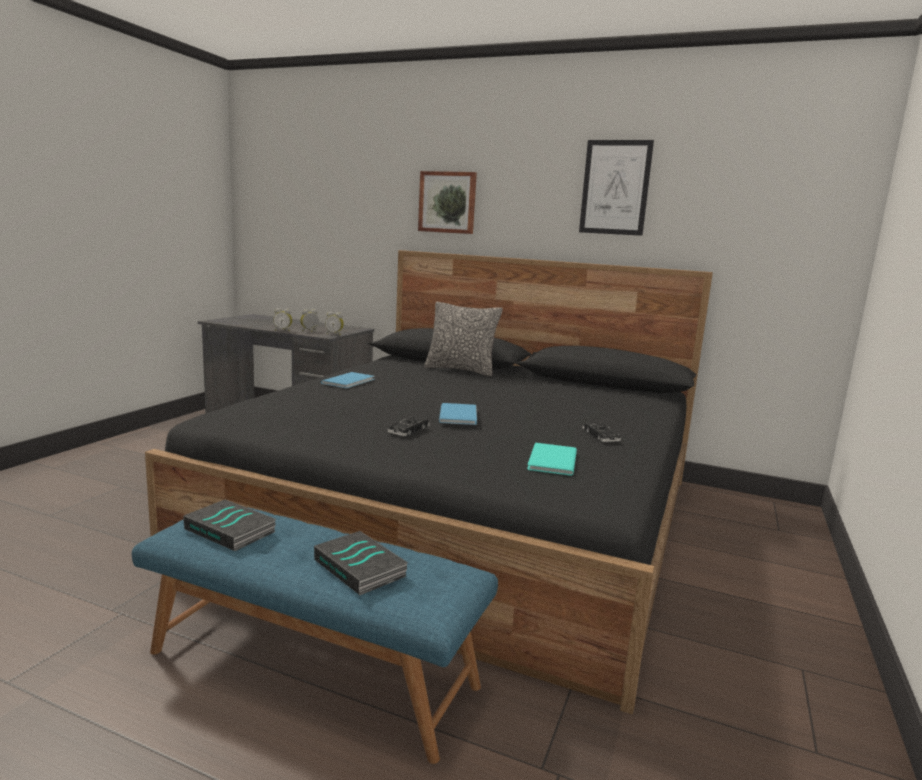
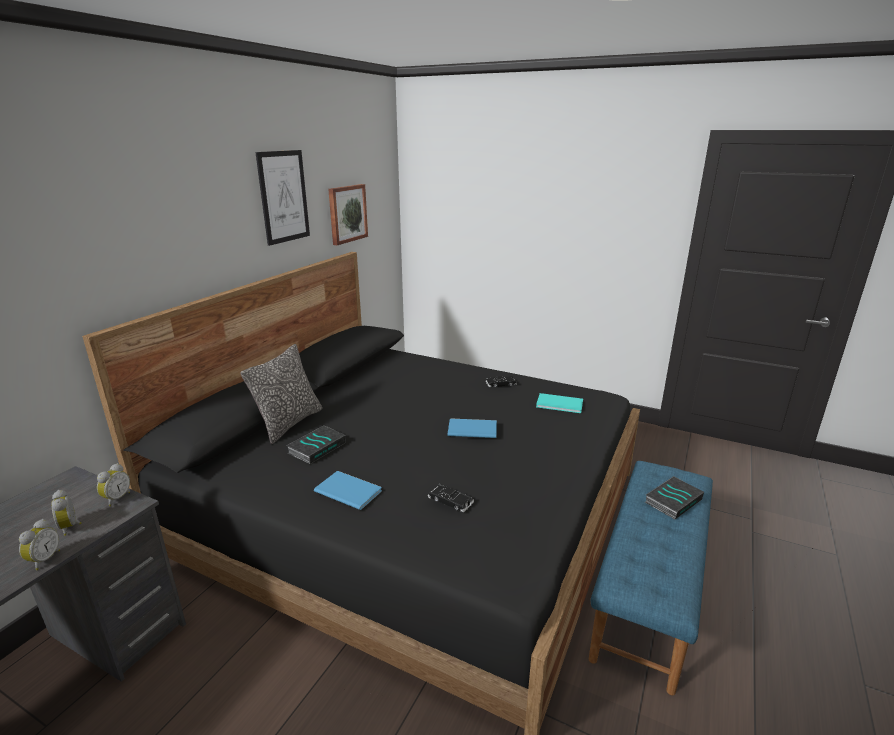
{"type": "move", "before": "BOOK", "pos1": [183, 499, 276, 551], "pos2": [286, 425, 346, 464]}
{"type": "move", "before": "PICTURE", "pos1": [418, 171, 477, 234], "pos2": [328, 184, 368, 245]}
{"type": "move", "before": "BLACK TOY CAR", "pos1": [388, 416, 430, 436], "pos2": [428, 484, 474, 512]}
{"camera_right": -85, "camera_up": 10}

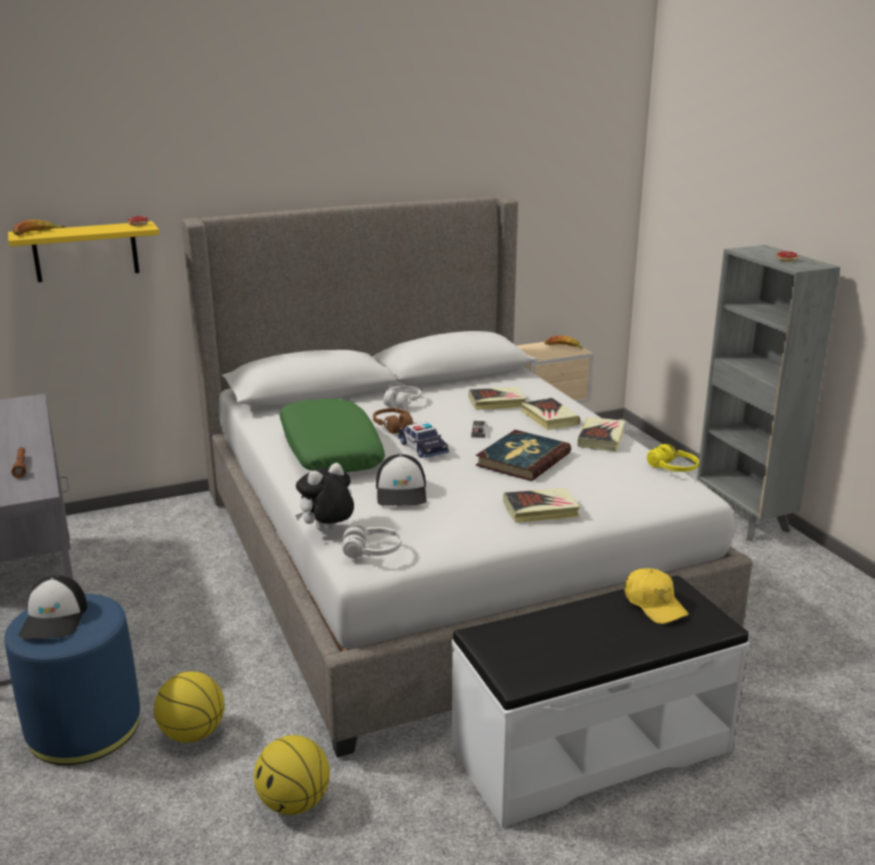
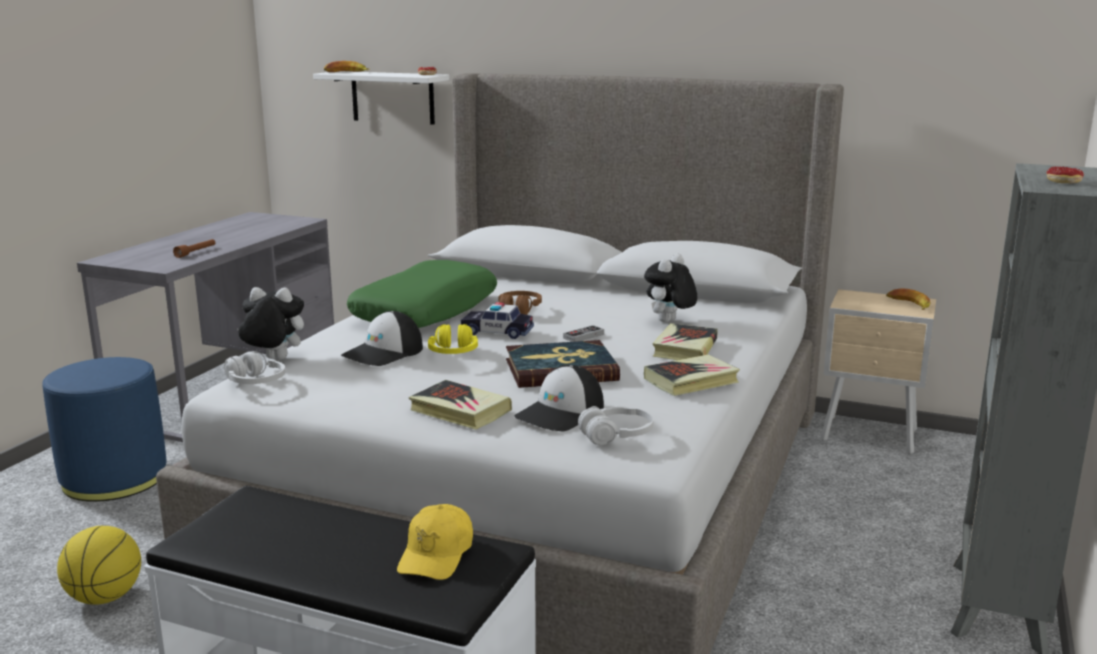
{"type": "recolor", "before": "YELLOW SHELF", "after": "WHITE SHELF", "pos1": [8, 221, 159, 282], "pos2": [313, 71, 449, 125]}
{"type": "move", "before": "YELLOW HEADPHONES", "pos1": [647, 444, 699, 472], "pos2": [428, 324, 478, 354]}
{"type": "rotate", "before": "TOY CAR", "pos1": [398, 422, 449, 458], "pos2": [461, 302, 534, 339], "turn": 90}
{"type": "move", "before": "CAP", "pos1": [19, 575, 87, 639], "pos2": [514, 365, 604, 432]}
{"type": "move", "before": "WHITE HEADPHONES", "pos1": [384, 386, 421, 409], "pos2": [578, 406, 653, 445]}
{"type": "replace", "before": "BOOK", "after": "PLUSH TOY", "pos1": [469, 387, 527, 410], "pos2": [644, 254, 698, 322]}
{"type": "delete", "before": "BASKETBALL", "pos1": [154, 671, 225, 742]}
{"camera_right": 45, "camera_up": -5}

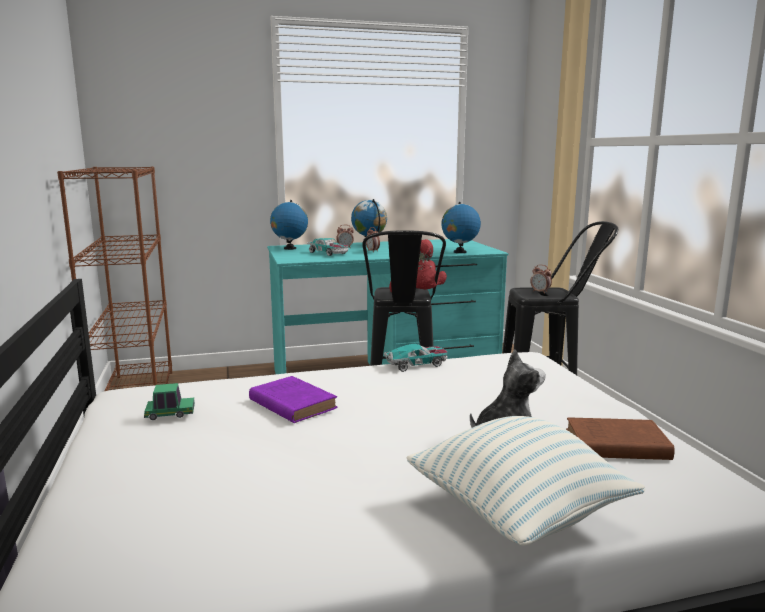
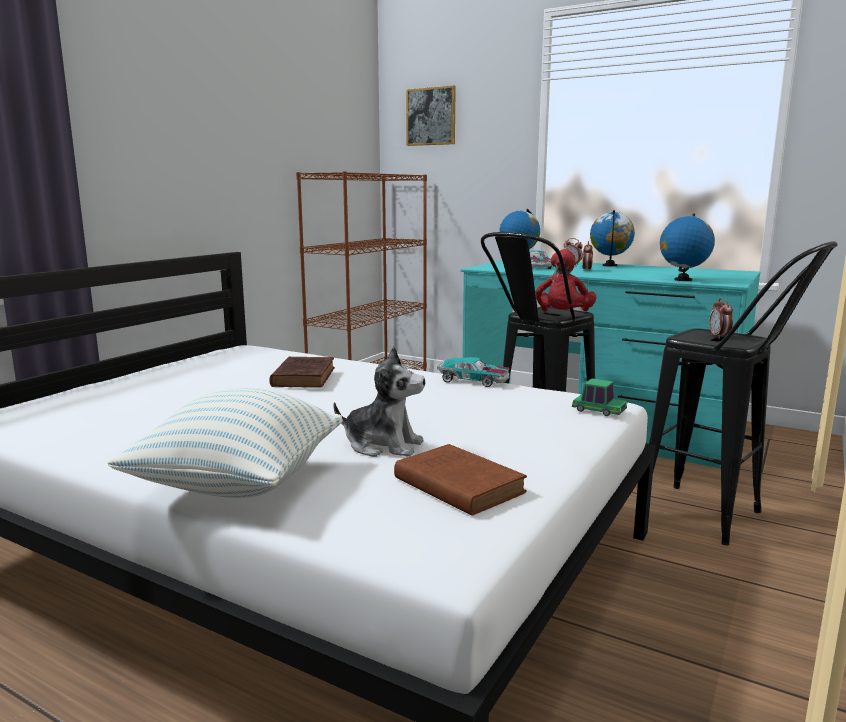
{"type": "recolor", "before": "PURPLE BOOK", "after": "BROWN BOOK", "pos1": [249, 376, 338, 423], "pos2": [269, 357, 335, 388]}
{"type": "insert", "after": "PICTURE", "pos2": [406, 85, 456, 146]}
{"type": "move", "before": "TOY CAR", "pos1": [144, 383, 195, 420], "pos2": [572, 378, 627, 416]}
{"camera_right": 45, "camera_up": 0}

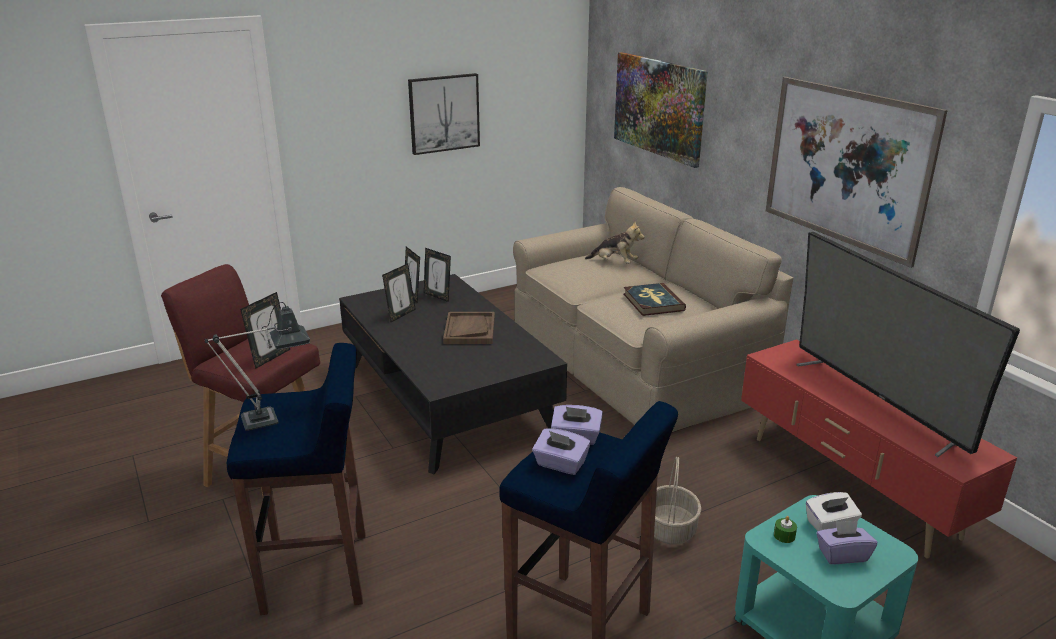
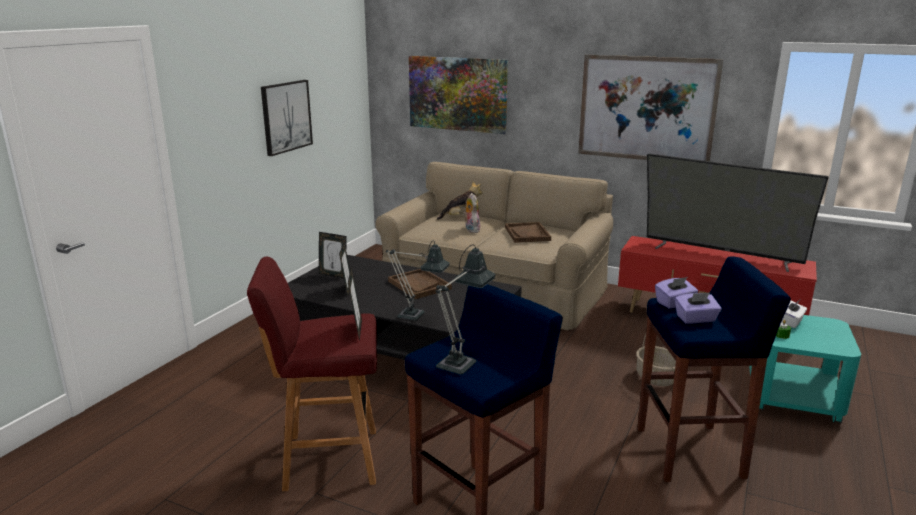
{"type": "insert", "after": "TABLE LAMP", "pos2": [386, 241, 450, 321]}
{"type": "insert", "after": "PLUSH TOY", "pos2": [463, 193, 480, 233]}
{"type": "replace", "before": "BOOK", "after": "BROWN TRAY", "pos1": [623, 283, 686, 316], "pos2": [505, 222, 551, 243]}
{"type": "delete", "before": "PICTURE FRAME", "pos1": [424, 248, 451, 302]}
{"type": "delete", "before": "PURPLE TISSUE BOX", "pos1": [816, 521, 877, 564]}
{"camera_right": -35, "camera_up": -5}

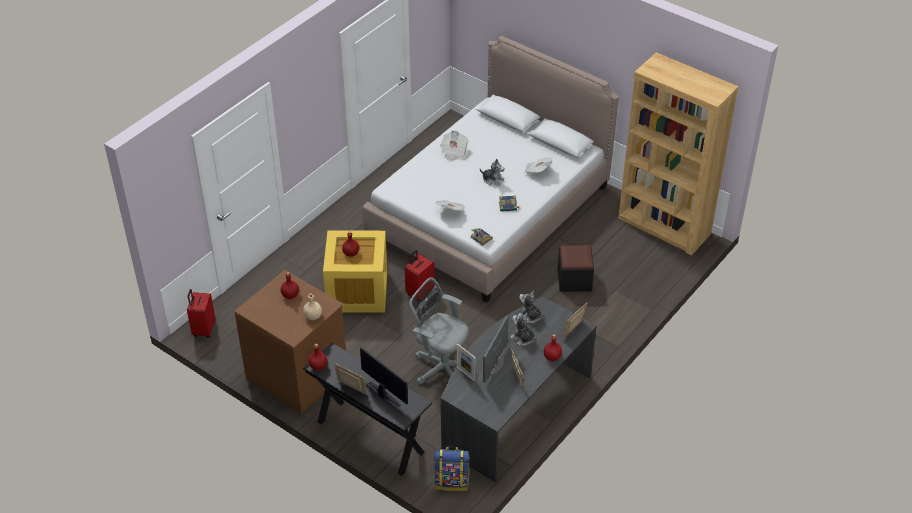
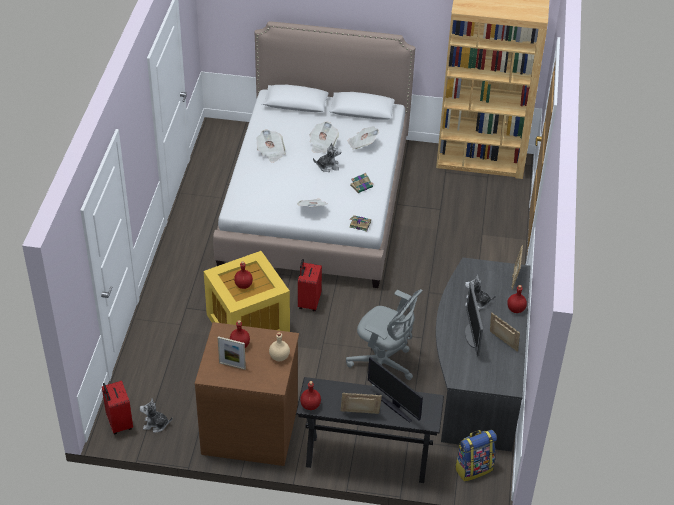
{"type": "move", "before": "PLUSH TOY", "pos1": [517, 290, 545, 323], "pos2": [140, 398, 172, 433]}
{"type": "move", "before": "PICTURE FRAME", "pos1": [457, 344, 476, 381], "pos2": [218, 336, 246, 370]}
{"type": "insert", "after": "NEWSPAPER", "pos2": [309, 121, 339, 153]}
{"type": "rotate", "before": "GREY OFFICE CHAIR", "pos1": [409, 277, 469, 384], "pos2": [346, 289, 422, 386], "turn": -150}
{"type": "rotate", "before": "MONITOR", "pos1": [360, 347, 408, 407], "pos2": [368, 357, 423, 423], "turn": -150}
{"type": "delete", "before": "BLACK OTTOMAN", "pos1": [558, 245, 594, 292]}
{"camera_right": -30, "camera_up": 0}

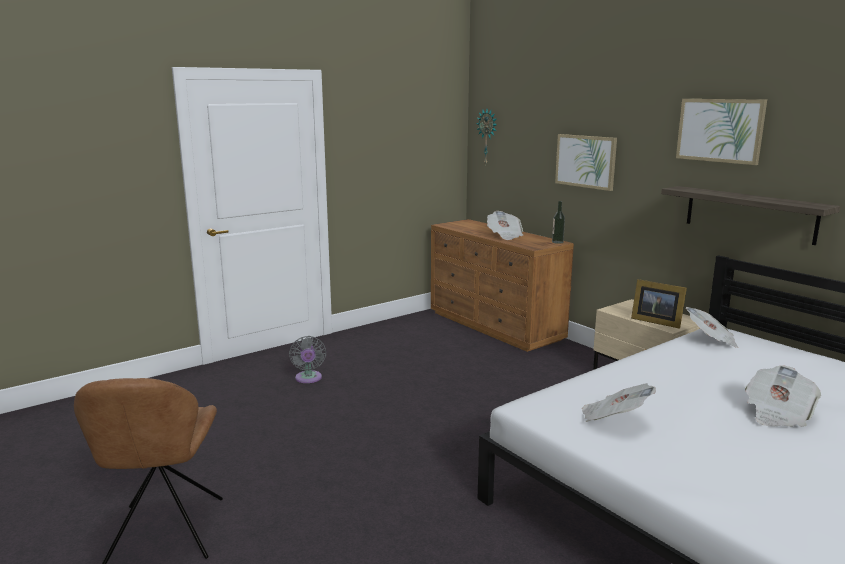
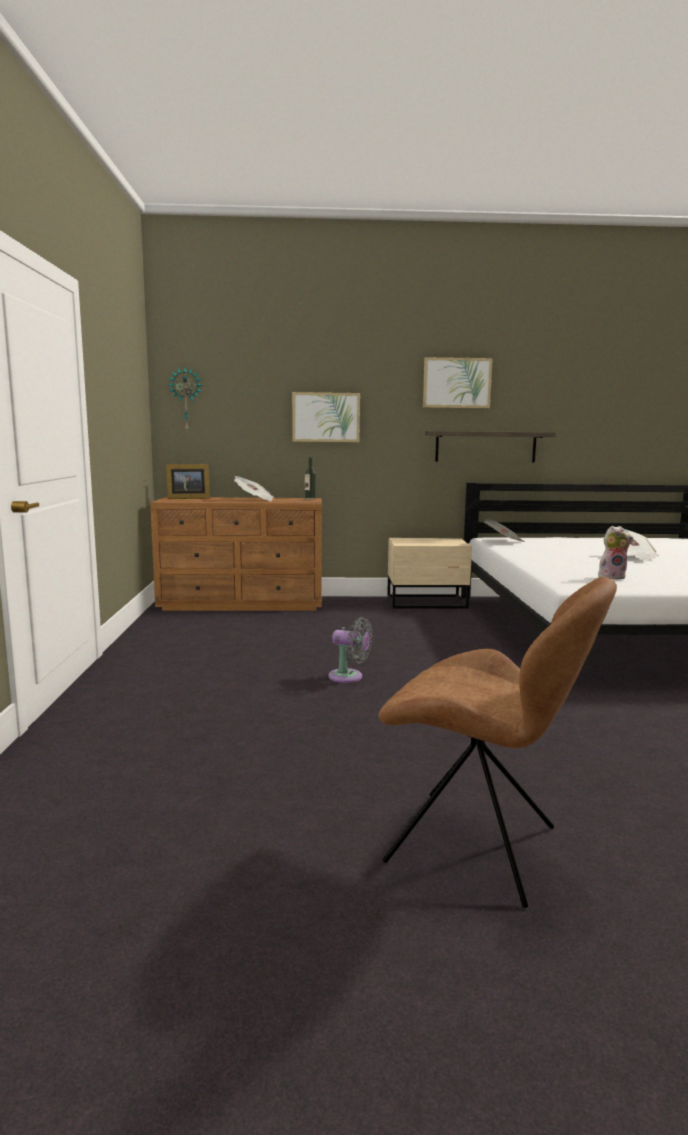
{"type": "move", "before": "PICTURE FRAME", "pos1": [631, 279, 687, 329], "pos2": [166, 464, 210, 499]}
{"type": "move", "before": "GREY FAN", "pos1": [289, 336, 326, 383], "pos2": [329, 617, 372, 683]}
{"type": "replace", "before": "NEWSPAPER", "after": "PLUSH TOY", "pos1": [582, 383, 656, 422], "pos2": [599, 526, 633, 580]}
{"camera_right": -55, "camera_up": -5}

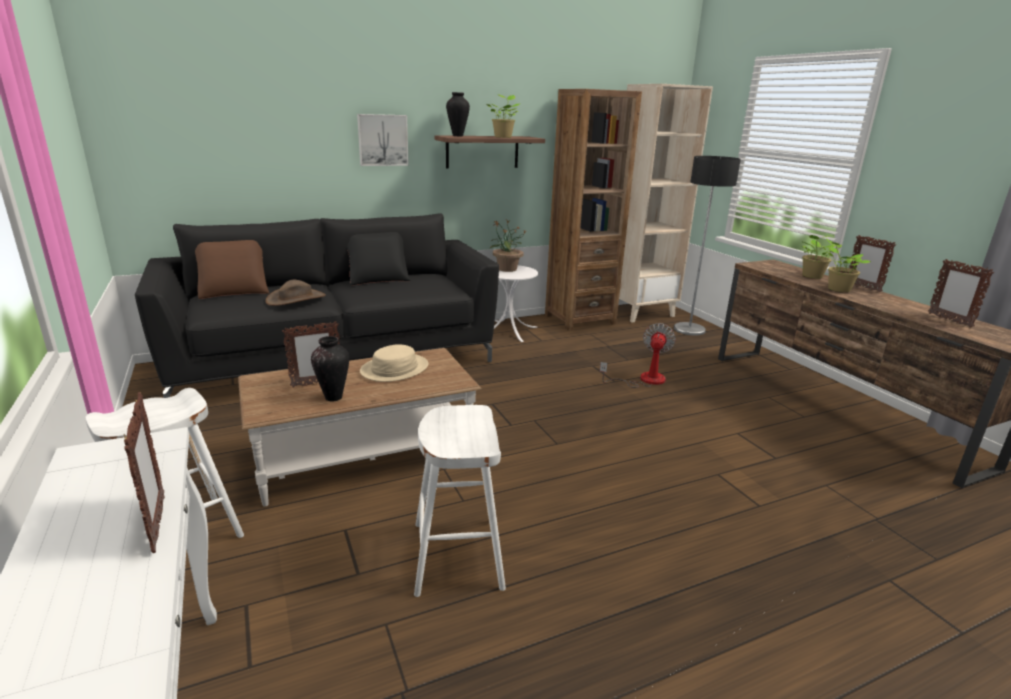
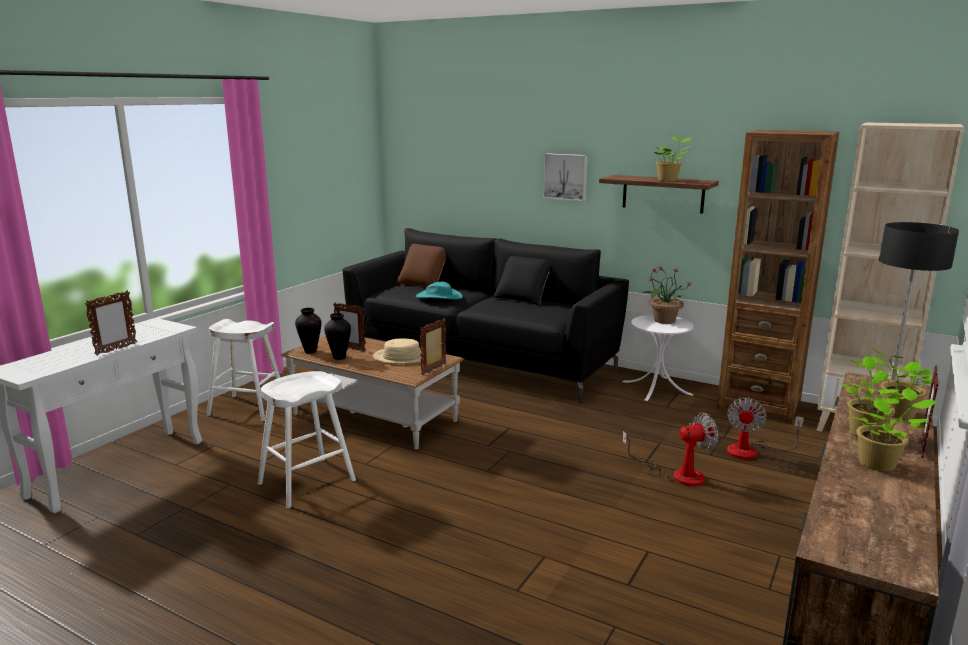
{"type": "move", "before": "VASE", "pos1": [446, 92, 470, 136], "pos2": [295, 308, 321, 354]}
{"type": "recolor", "before": "BROWN HAT", "after": "TURQUOISE HAT", "pos1": [265, 280, 326, 306], "pos2": [416, 282, 463, 299]}
{"type": "move", "before": "PICTURE FRAME", "pos1": [928, 259, 994, 328], "pos2": [420, 318, 446, 375]}
{"type": "insert", "after": "FAN", "pos2": [727, 397, 804, 459]}
{"type": "insert", "after": "POTTED PLANT", "pos2": [852, 387, 937, 472]}
{"camera_right": 55, "camera_up": -5}

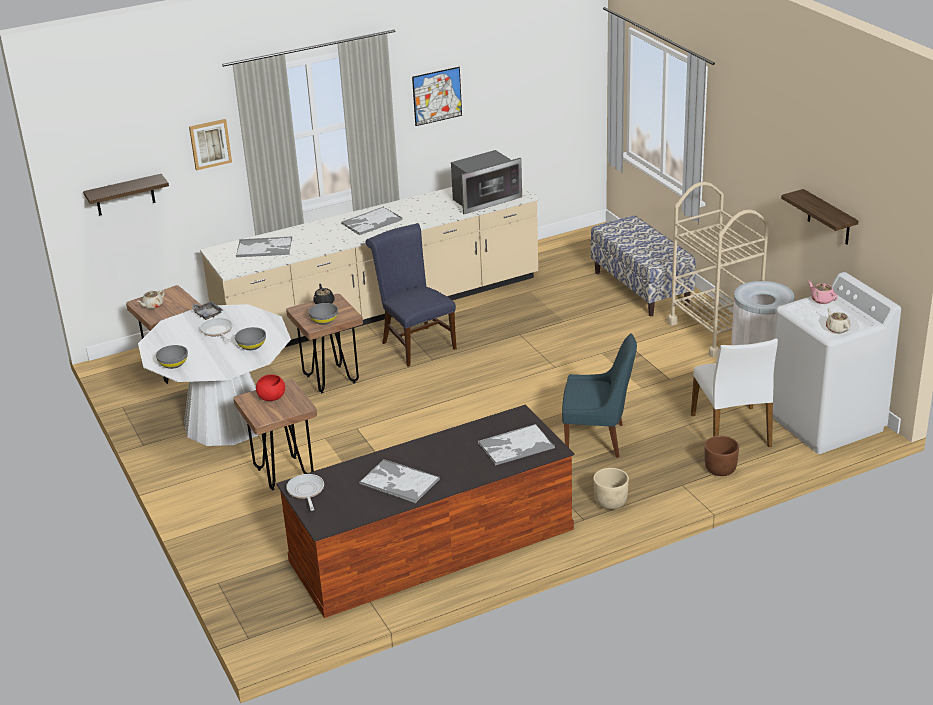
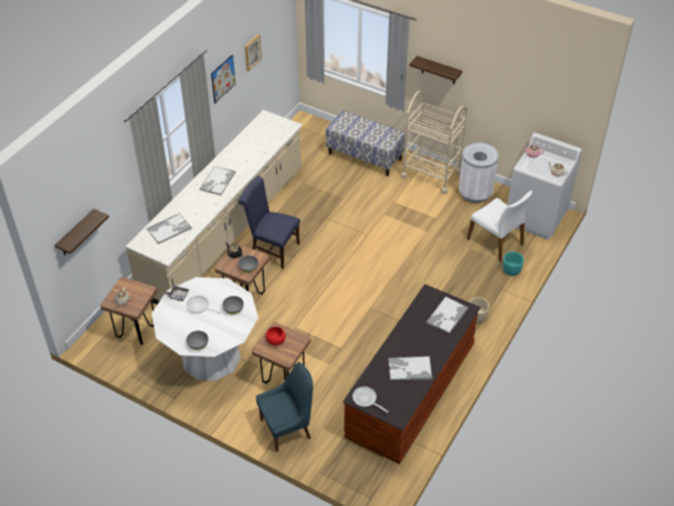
{"type": "move", "before": "PICTURE", "pos1": [189, 119, 232, 170], "pos2": [245, 34, 262, 71]}
{"type": "move", "before": "BLUE CHAIR", "pos1": [562, 333, 637, 458], "pos2": [256, 362, 313, 452]}
{"type": "move", "before": "SHELF", "pos1": [781, 189, 858, 245], "pos2": [409, 56, 462, 84]}
{"type": "recolor", "before": "BROWN PLANTER", "after": "TURQUOISE PLANTER", "pos1": [705, 436, 739, 476], "pos2": [503, 252, 524, 276]}
{"type": "delete", "before": "MICROWAVE", "pos1": [451, 150, 522, 214]}
{"camera_right": -35, "camera_up": 15}

